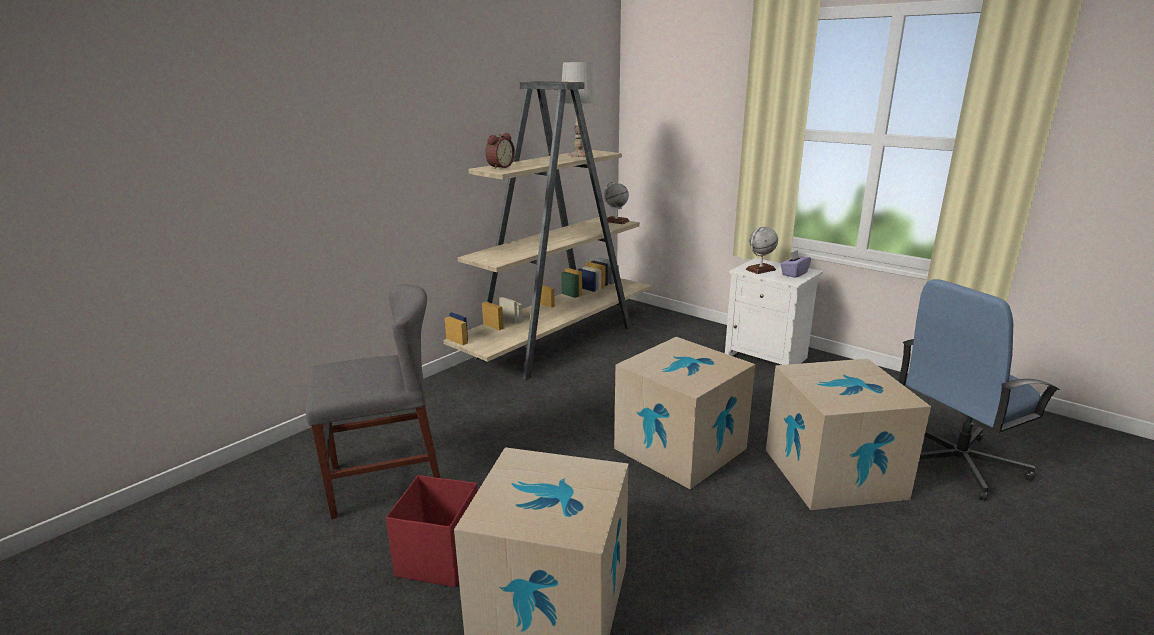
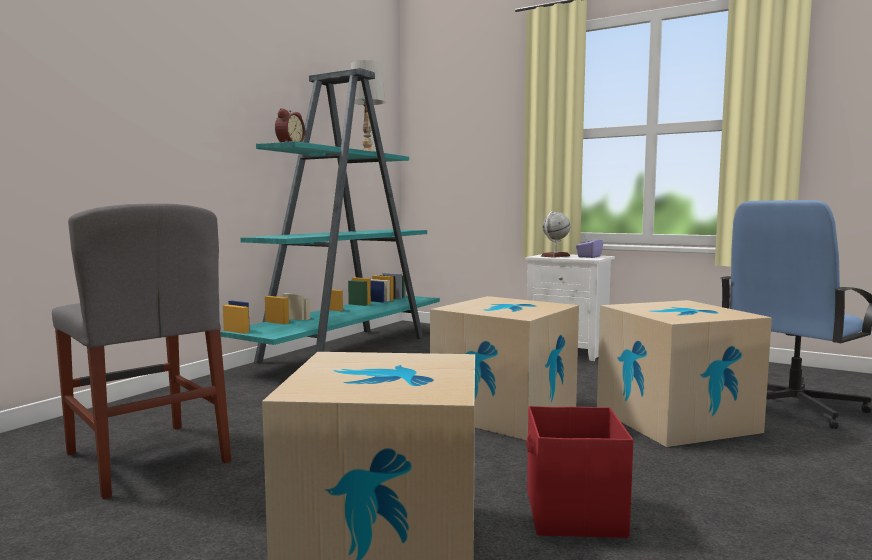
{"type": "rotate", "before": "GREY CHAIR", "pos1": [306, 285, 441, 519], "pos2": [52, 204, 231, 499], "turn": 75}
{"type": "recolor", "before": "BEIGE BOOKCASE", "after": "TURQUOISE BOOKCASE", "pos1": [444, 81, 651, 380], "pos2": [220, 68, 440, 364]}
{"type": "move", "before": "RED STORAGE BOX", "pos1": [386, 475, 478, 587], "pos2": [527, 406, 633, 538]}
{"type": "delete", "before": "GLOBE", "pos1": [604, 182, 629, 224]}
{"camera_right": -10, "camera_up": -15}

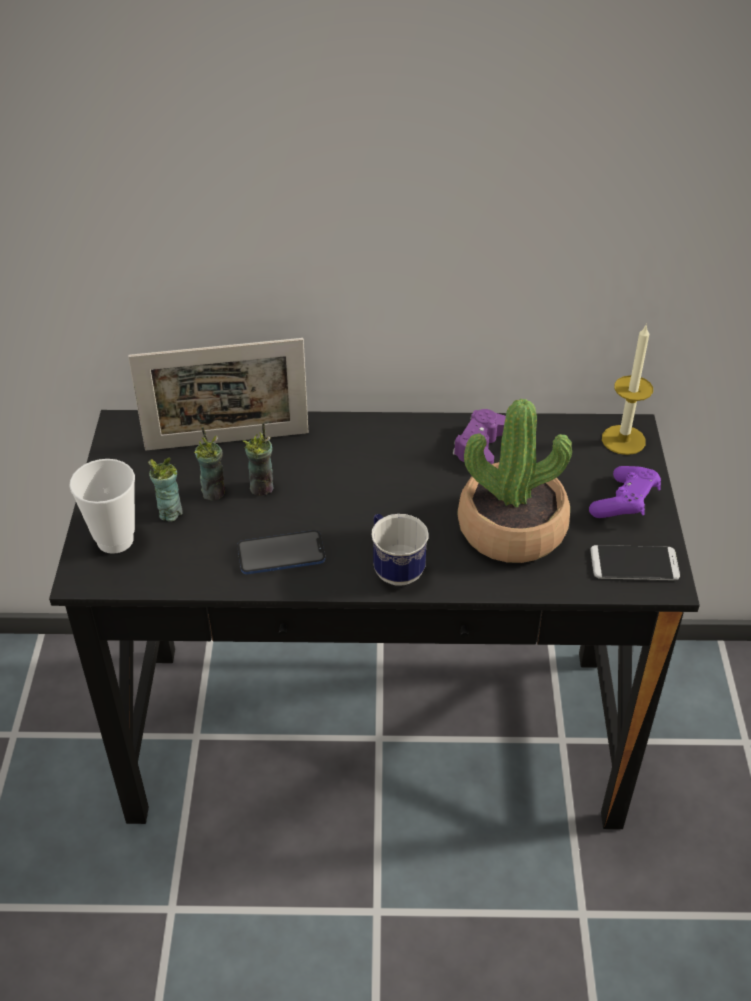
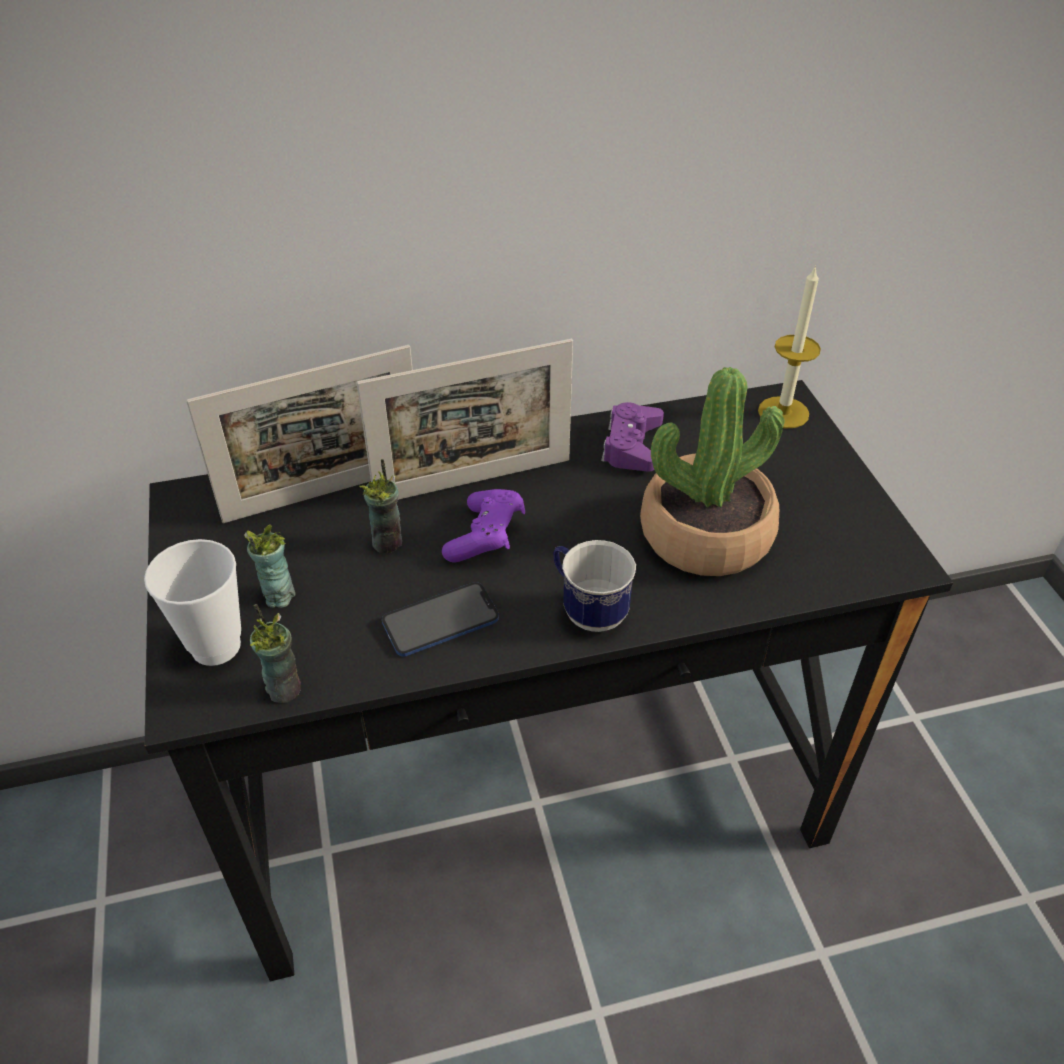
{"type": "move", "before": "CUP", "pos1": [194, 427, 225, 500], "pos2": [250, 604, 301, 703]}
{"type": "insert", "after": "PICTURE FRAME", "pos2": [356, 339, 573, 500]}
{"type": "move", "before": "PURPLE GAME CONTROLLER", "pos1": [589, 466, 661, 518], "pos2": [442, 489, 525, 563]}
{"type": "delete", "before": "PHONE", "pos1": [590, 545, 680, 580]}
{"camera_right": -15, "camera_up": 0}

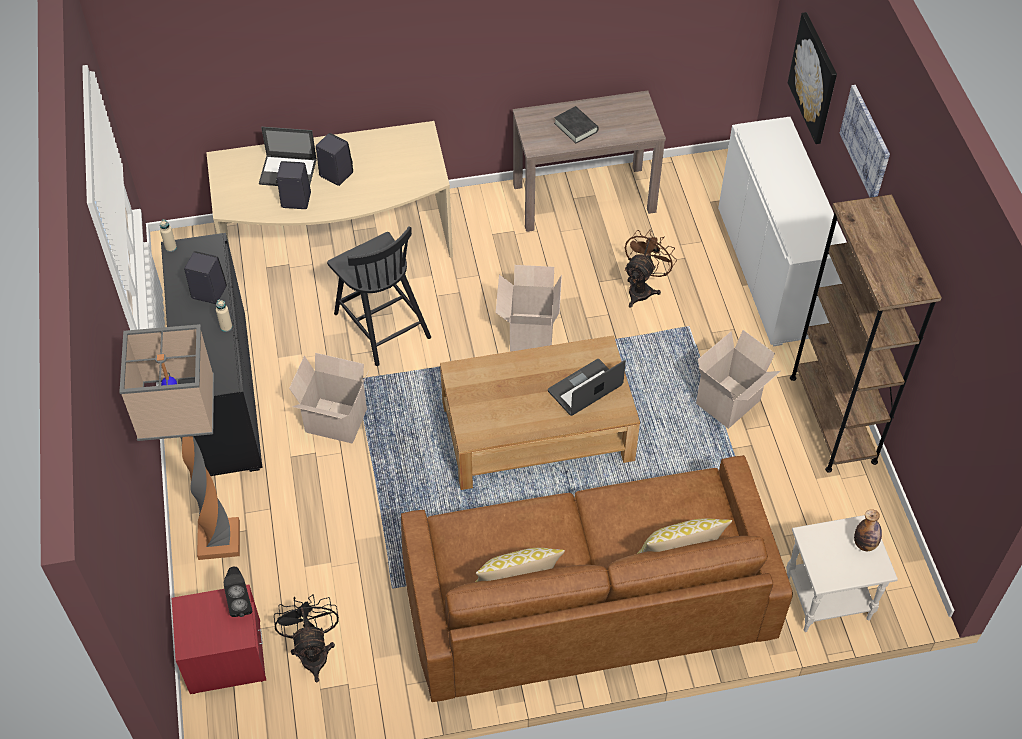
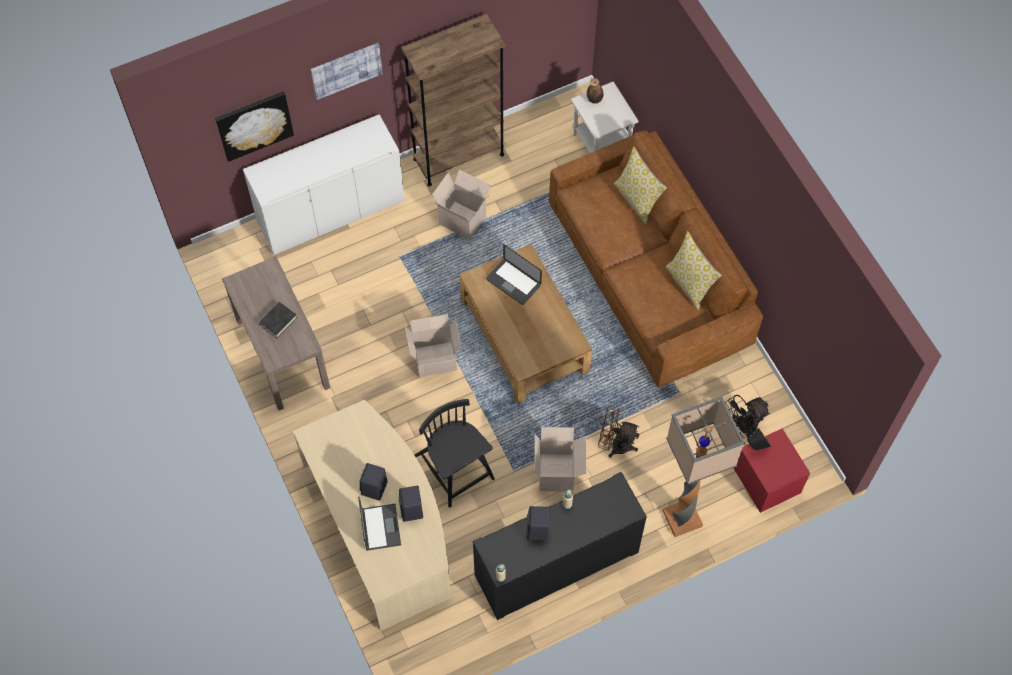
{"type": "rotate", "before": "BLACK CHAIR", "pos1": [327, 226, 431, 366], "pos2": [415, 399, 495, 507], "turn": -75}
{"type": "move", "before": "BROWN FAN", "pos1": [624, 229, 677, 308], "pos2": [598, 406, 639, 458]}
{"camera_right": -105, "camera_up": 10}

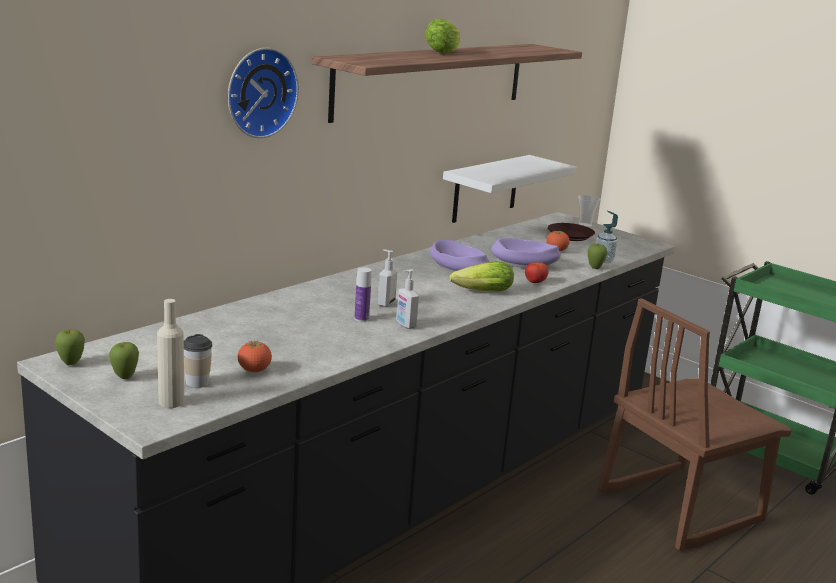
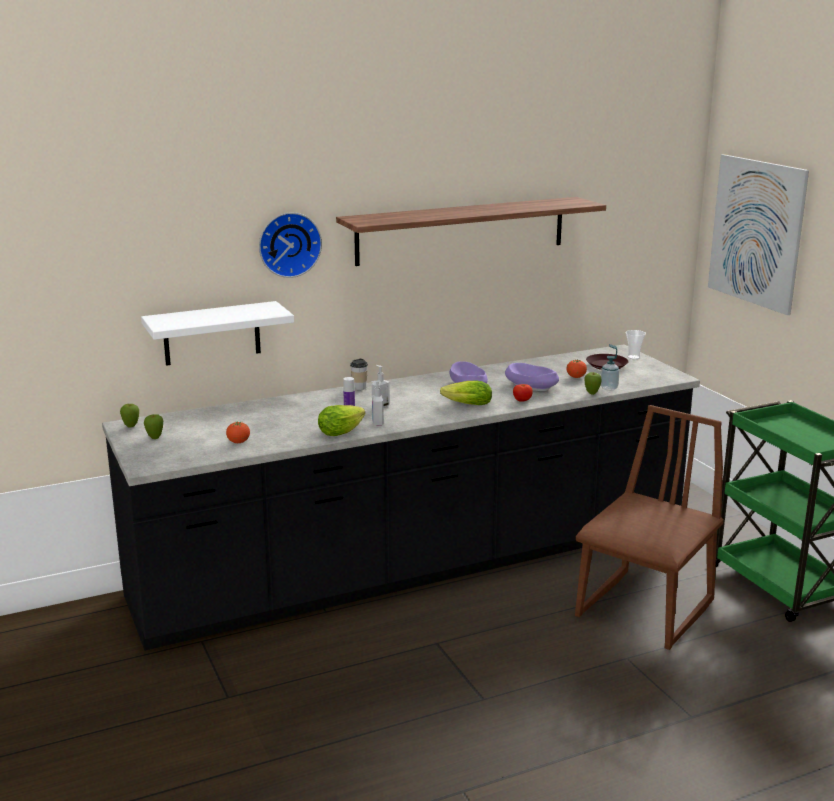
{"type": "move", "before": "WHITE SHELF", "pos1": [443, 155, 576, 223], "pos2": [141, 301, 294, 366]}
{"type": "move", "before": "LETTUCE", "pos1": [425, 19, 460, 54], "pos2": [318, 405, 365, 436]}
{"type": "move", "before": "CUP", "pos1": [184, 334, 212, 388], "pos2": [350, 359, 368, 390]}
{"type": "rotate", "before": "BROWN CHAIR", "pos1": [598, 298, 792, 551], "pos2": [575, 405, 724, 650], "turn": 135}
{"type": "insert", "after": "PICTURE", "pos2": [708, 154, 809, 315]}
{"type": "delete", "before": "BEIGE BOTTLE", "pos1": [157, 299, 184, 408]}
{"camera_right": 25, "camera_up": 0}

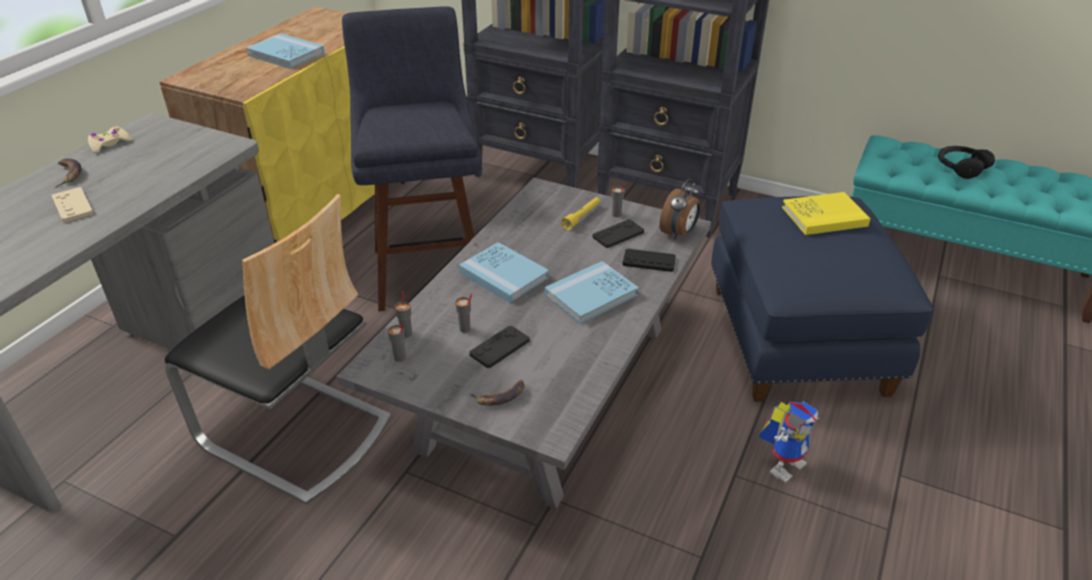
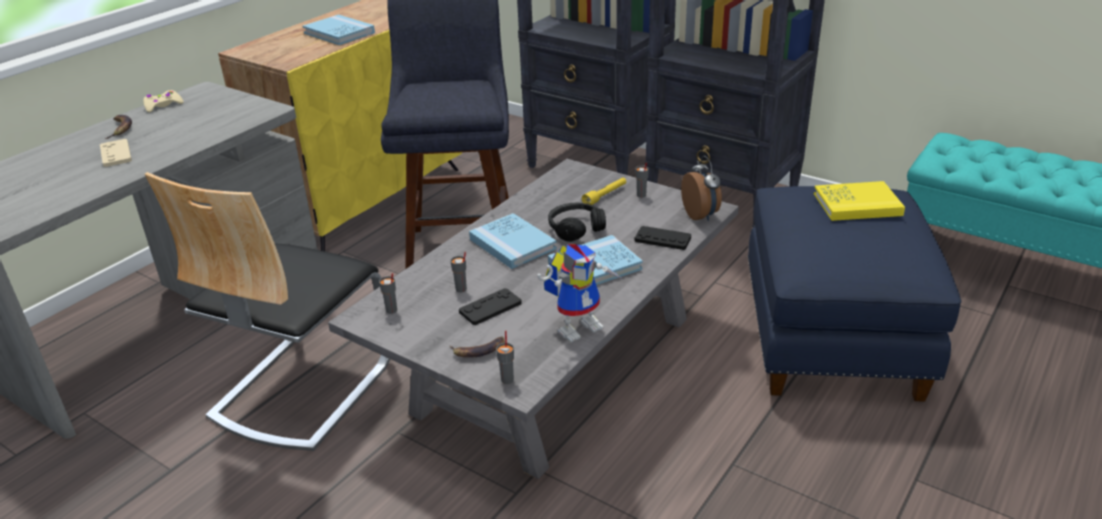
{"type": "rotate", "before": "CHAIR", "pos1": [165, 194, 391, 505], "pos2": [145, 172, 390, 451], "turn": 75}
{"type": "move", "before": "GREY CUP", "pos1": [395, 291, 412, 338], "pos2": [496, 331, 514, 384]}
{"type": "move", "before": "TOY ROBOT", "pos1": [759, 401, 819, 483], "pos2": [537, 244, 621, 343]}
{"type": "move", "before": "BLACK HEADPHONES", "pos1": [938, 146, 995, 179], "pos2": [548, 203, 606, 242]}
{"type": "rotate", "before": "ALARM CLOCK", "pos1": [659, 178, 700, 240], "pos2": [681, 156, 722, 221], "turn": -60}
{"type": "delete", "before": "BLACK GAME CONTROLLER", "pos1": [593, 219, 644, 248]}
{"camera_right": 10, "camera_up": -5}

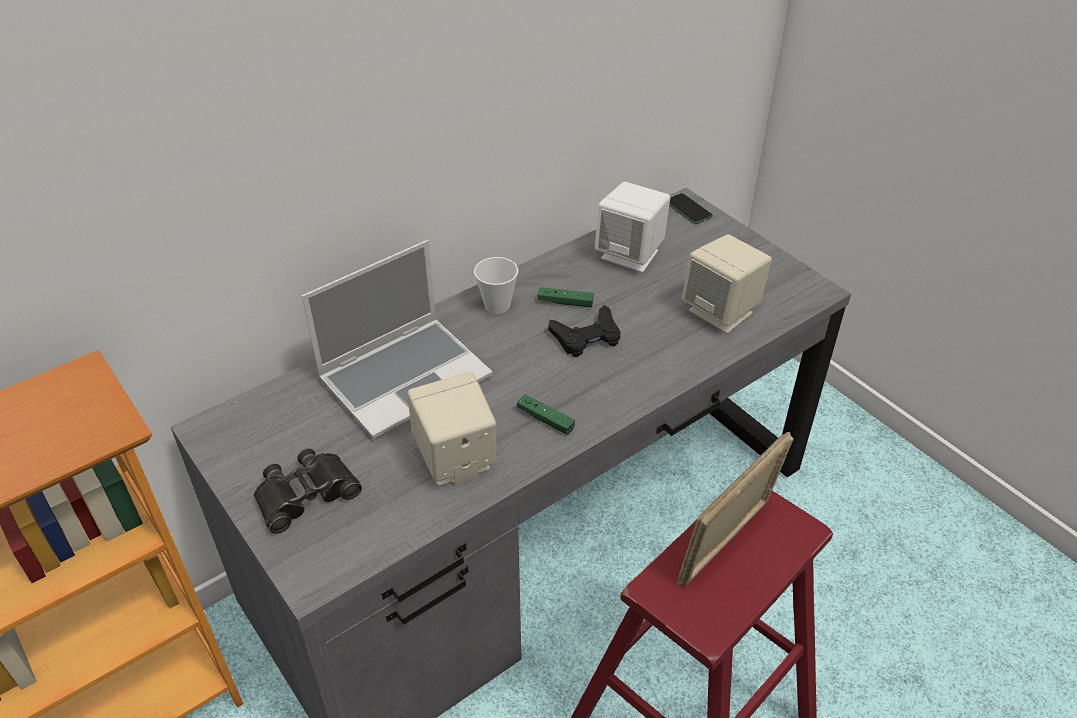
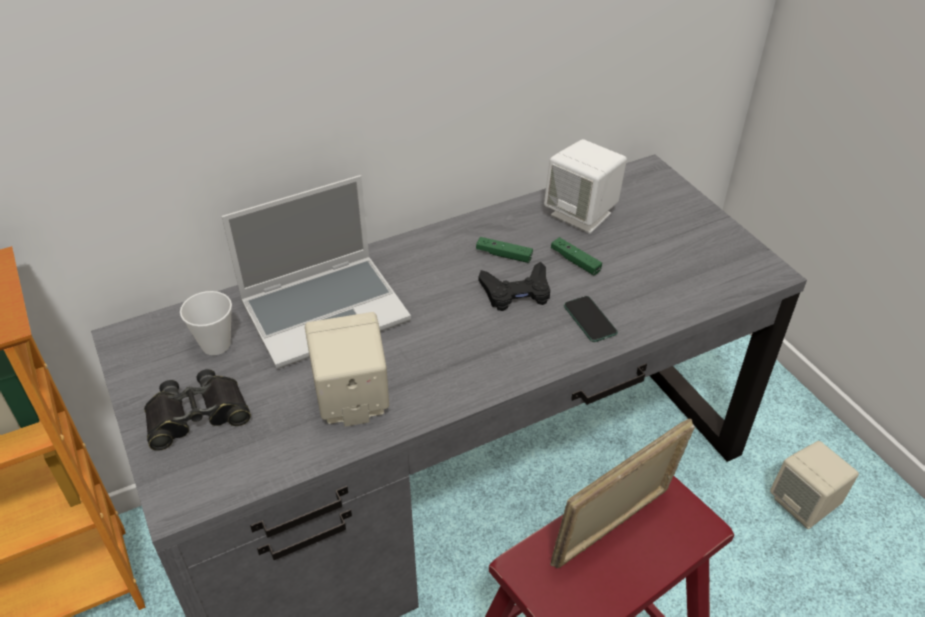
{"type": "move", "before": "CUP", "pos1": [474, 257, 518, 314], "pos2": [180, 291, 232, 355]}
{"type": "move", "before": "GREEN GAME CONTROLLER", "pos1": [517, 394, 575, 435], "pos2": [551, 237, 602, 275]}
{"type": "move", "before": "PHONE", "pos1": [669, 193, 713, 224], "pos2": [564, 296, 618, 342]}
{"type": "move", "before": "BEIGE SPEAKER", "pos1": [682, 234, 772, 333], "pos2": [770, 441, 859, 529]}
{"camera_right": 10, "camera_up": 0}

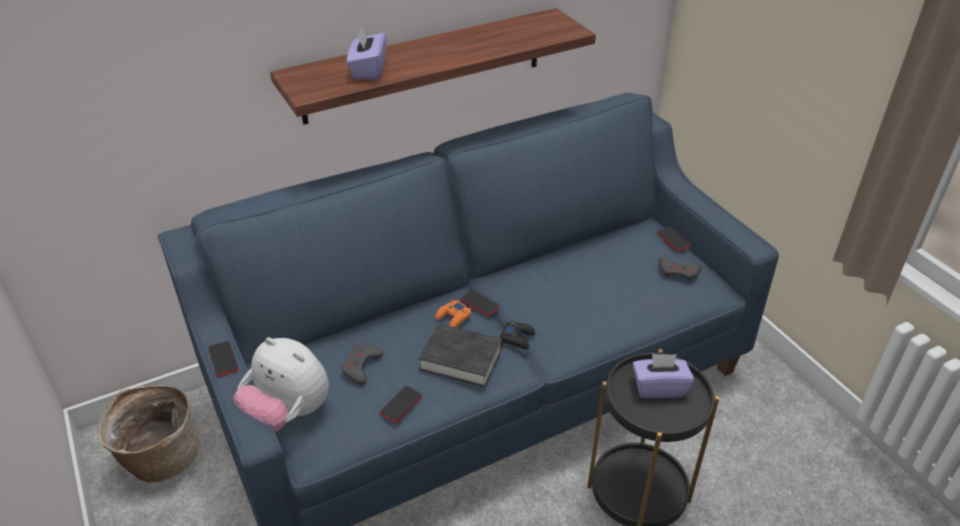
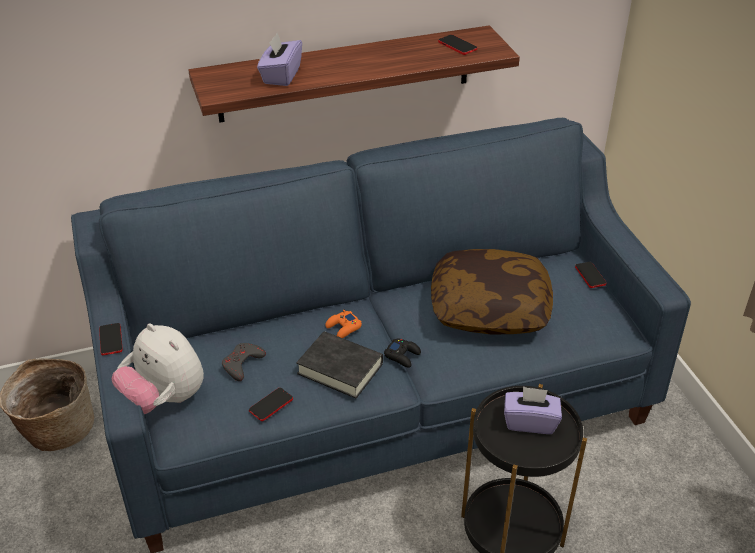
{"type": "insert", "after": "PILLOW", "pos2": [431, 249, 553, 334]}
{"type": "move", "before": "PHONE", "pos1": [460, 290, 500, 316], "pos2": [438, 35, 477, 55]}
{"type": "delete", "before": "GREY GAME CONTROLLER", "pos1": [658, 258, 701, 282]}
{"camera_right": 10, "camera_up": 0}

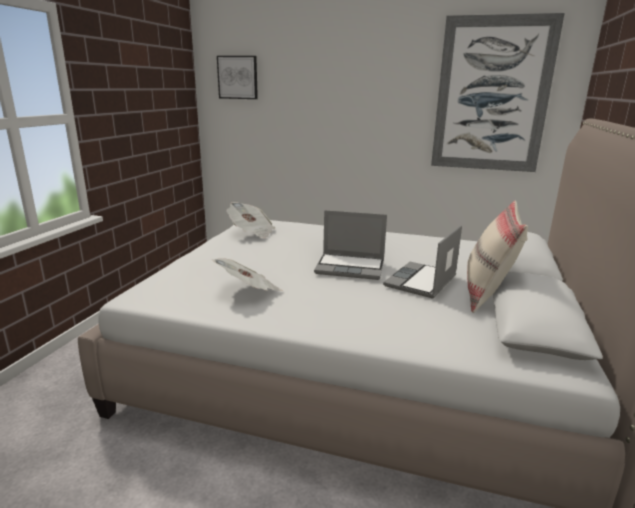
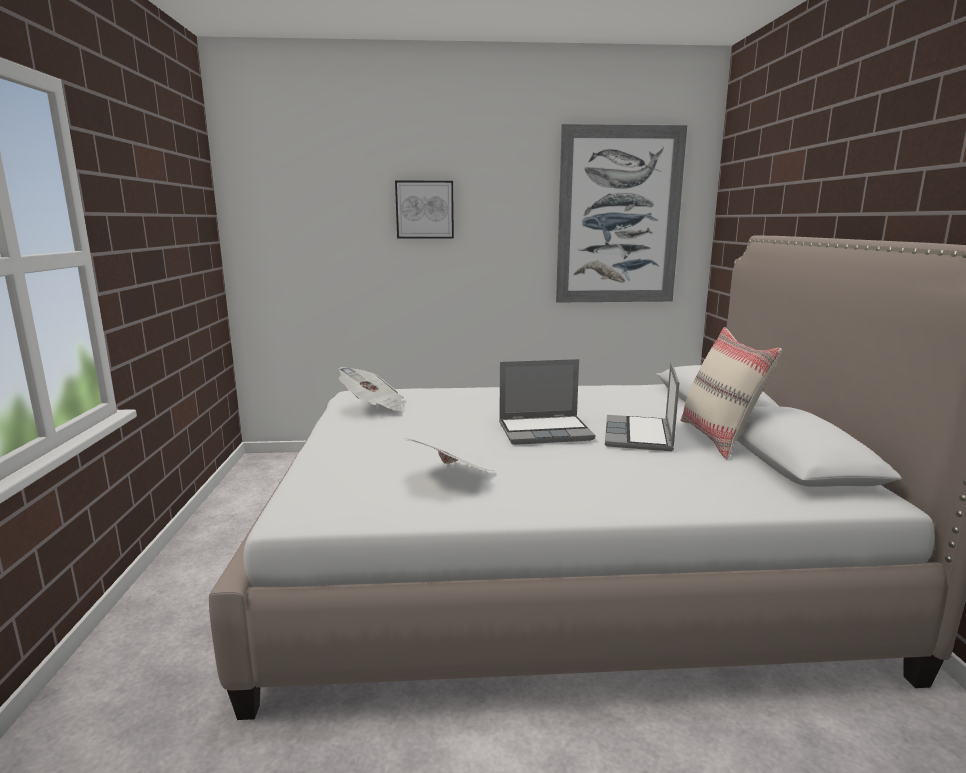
{"type": "move", "before": "PICTURE", "pos1": [217, 56, 258, 99], "pos2": [395, 181, 454, 239]}
{"camera_right": -20, "camera_up": -5}

